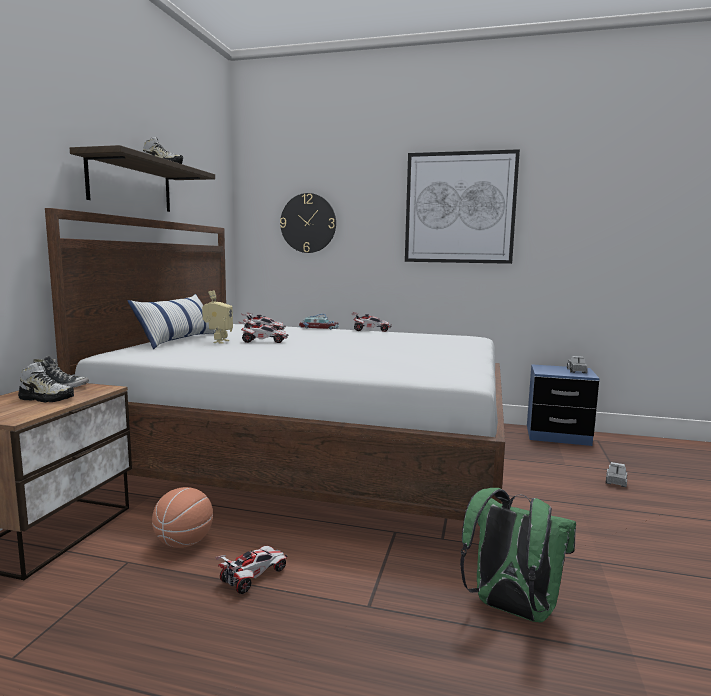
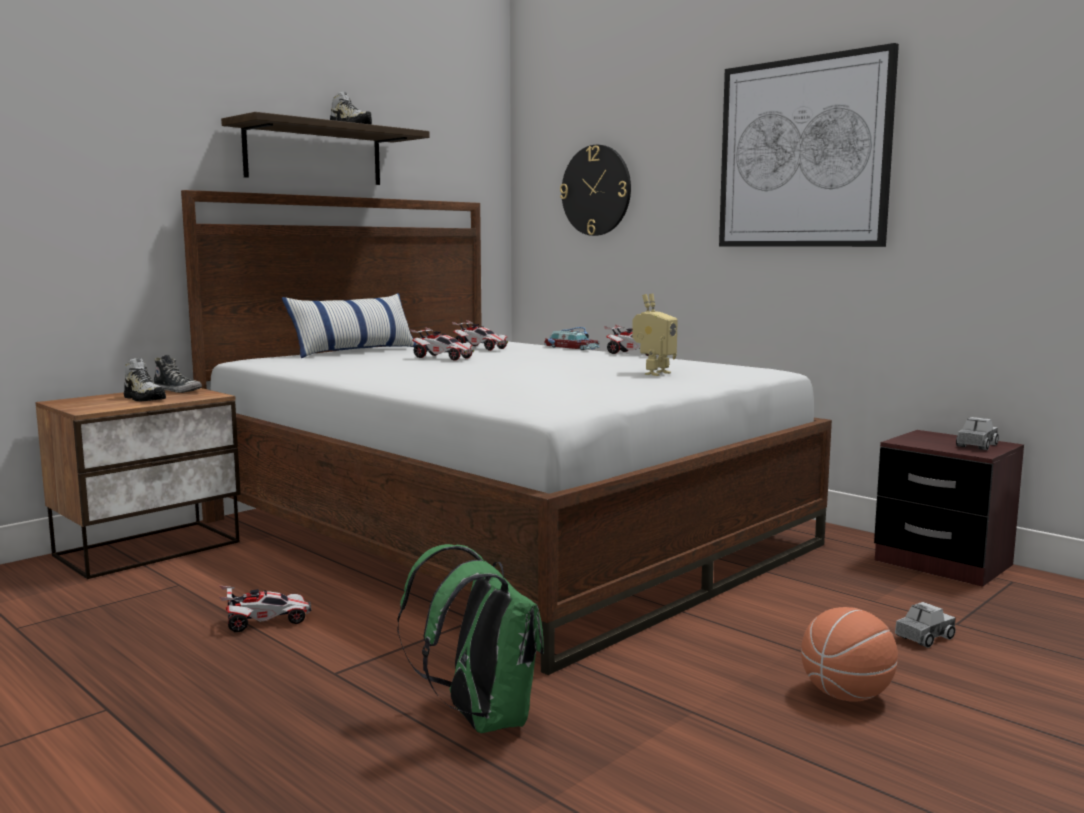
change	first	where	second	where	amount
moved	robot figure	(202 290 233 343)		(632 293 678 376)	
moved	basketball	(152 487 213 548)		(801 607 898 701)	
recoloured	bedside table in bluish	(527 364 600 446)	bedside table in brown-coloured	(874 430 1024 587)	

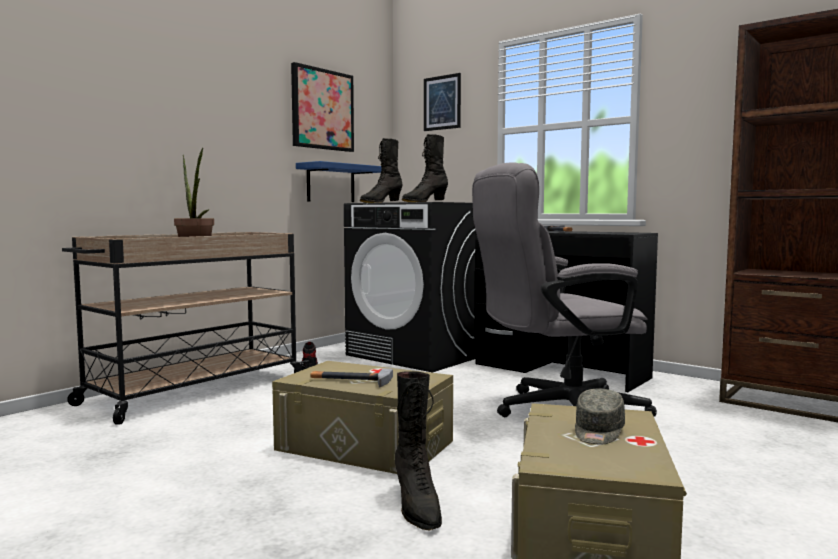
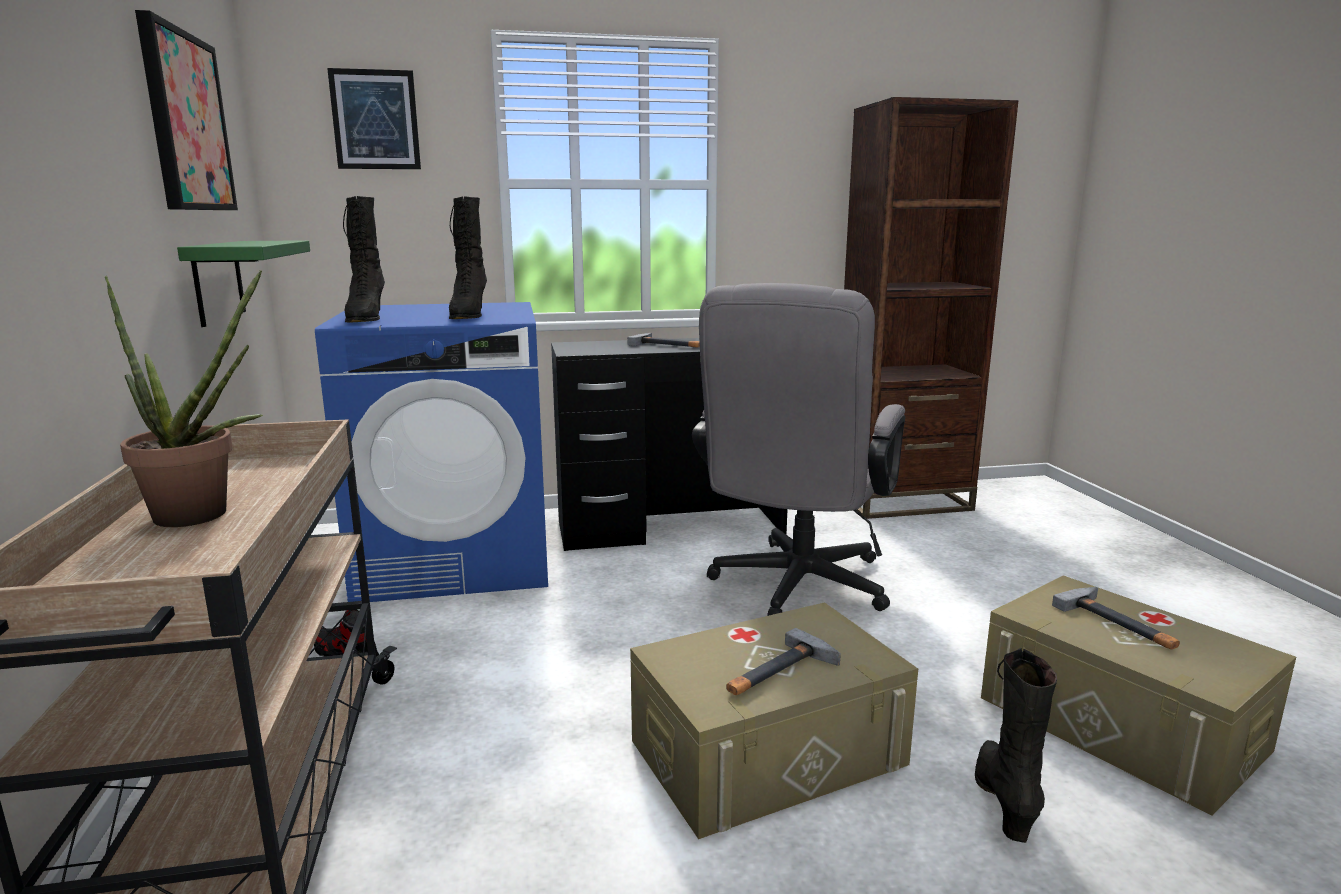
change	first	where	second	where	amount
recoloured	wall shelf in bluish	(296 161 382 202)	wall shelf in greenish	(177 240 310 327)	
recoloured	washing machine in black-coloured	(344 202 476 373)	washing machine in bluish	(315 302 548 602)	
turned	high-top boot in black-coloured	(395 371 442 530)		(975 648 1057 843)	105 degrees counterclockwise
replaced	baseball cap in grey	(575 389 625 444)	hand hammer	(1052 587 1180 649)	

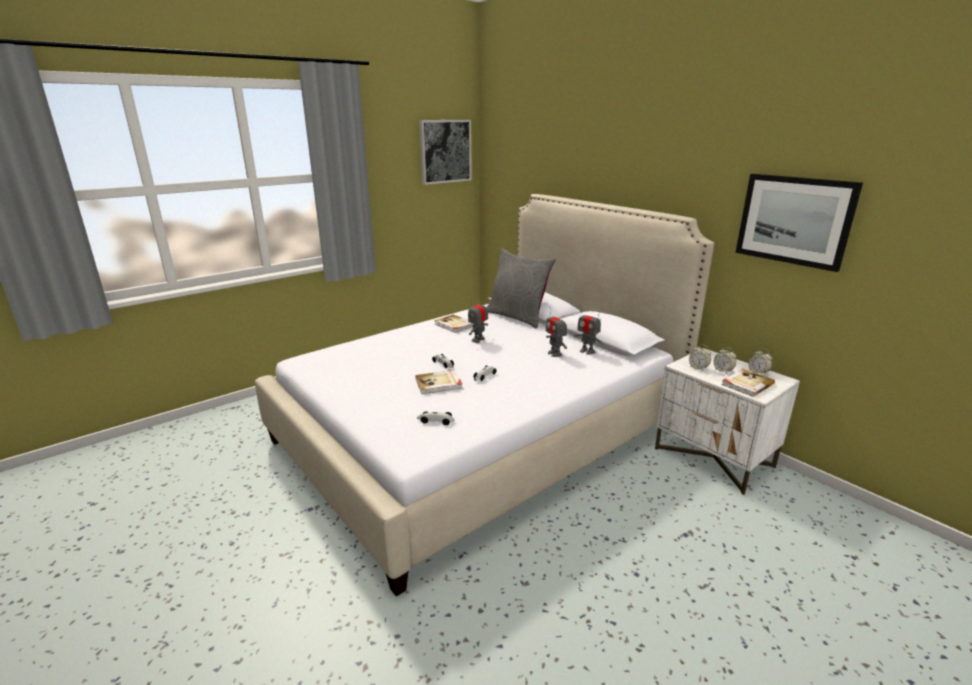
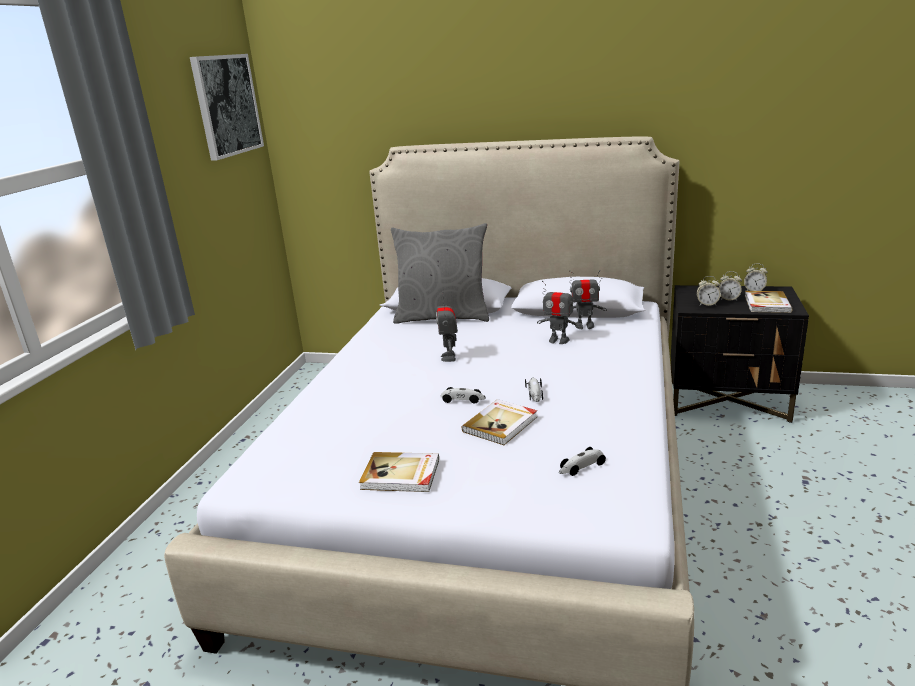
change	first	where	second	where	amount
moved	book	(434 314 474 333)		(359 452 439 492)	
recoloured	bedside table in white-coloured	(655 348 800 495)	bedside table in black-coloured	(671 285 809 423)	
removed	wall picture	(736 174 863 272)			

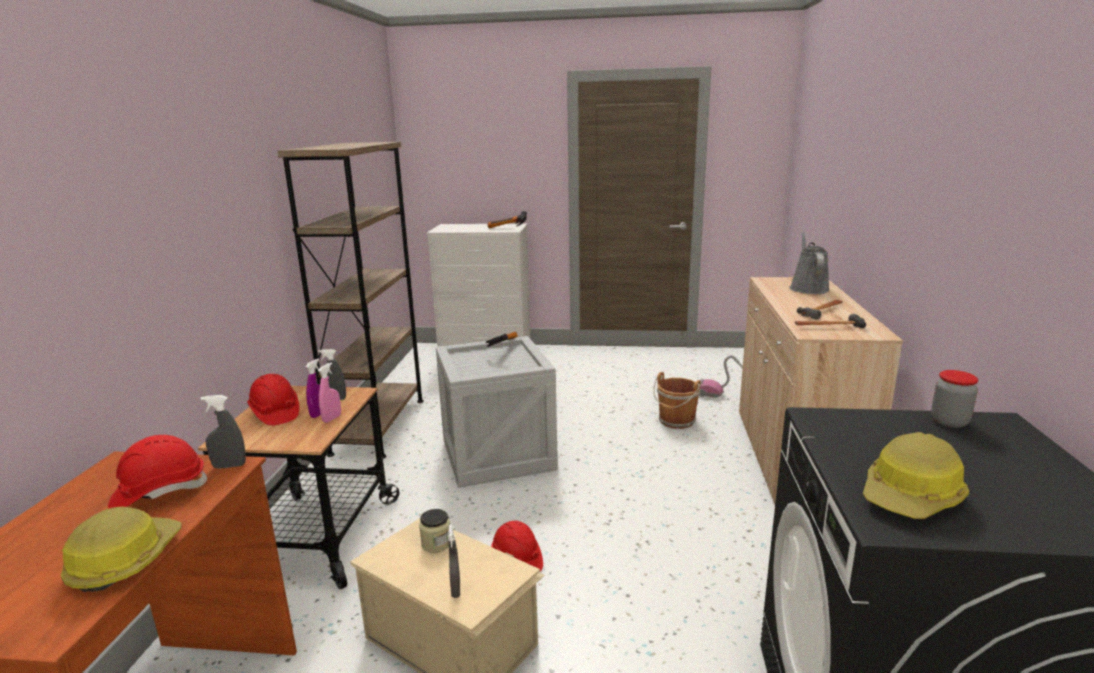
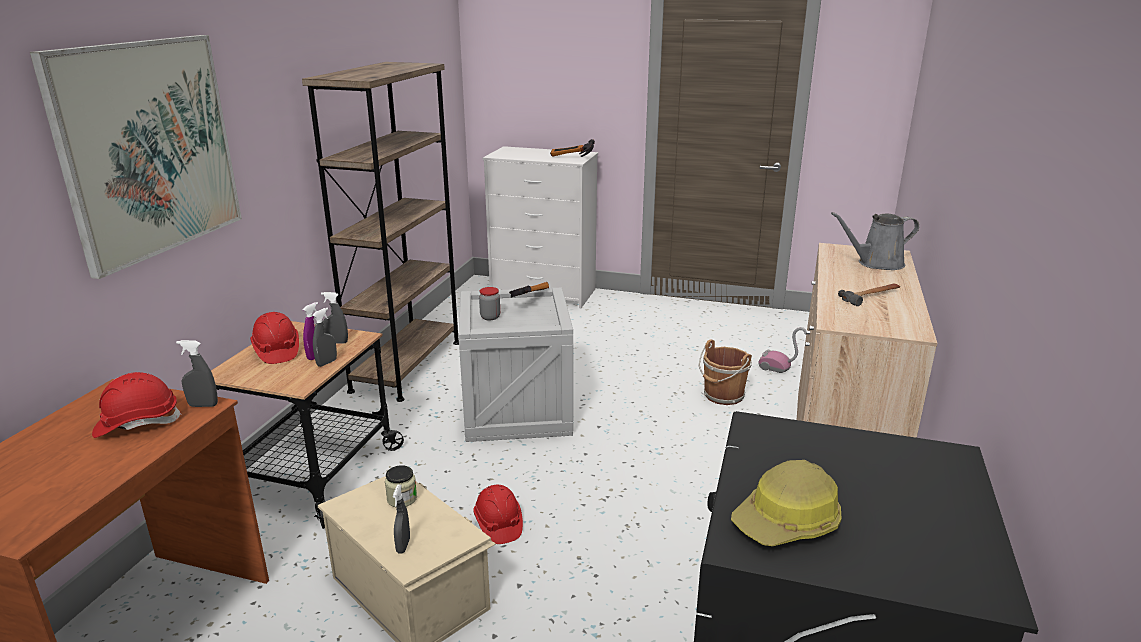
change	first	where	second	where	amount
added			wall picture	(30 35 242 279)	
recoloured	spray bottle in pinkish	(318 362 341 423)	spray bottle in grey	(312 308 337 367)	
moved	preserve jar	(931 370 978 428)		(479 287 500 321)	
turned	sprinkling can in grey	(789 232 830 294)		(831 212 919 270)	120 degrees counterclockwise
removed	work helmet	(61 506 181 592)			
removed	hand hammer	(795 314 866 328)			

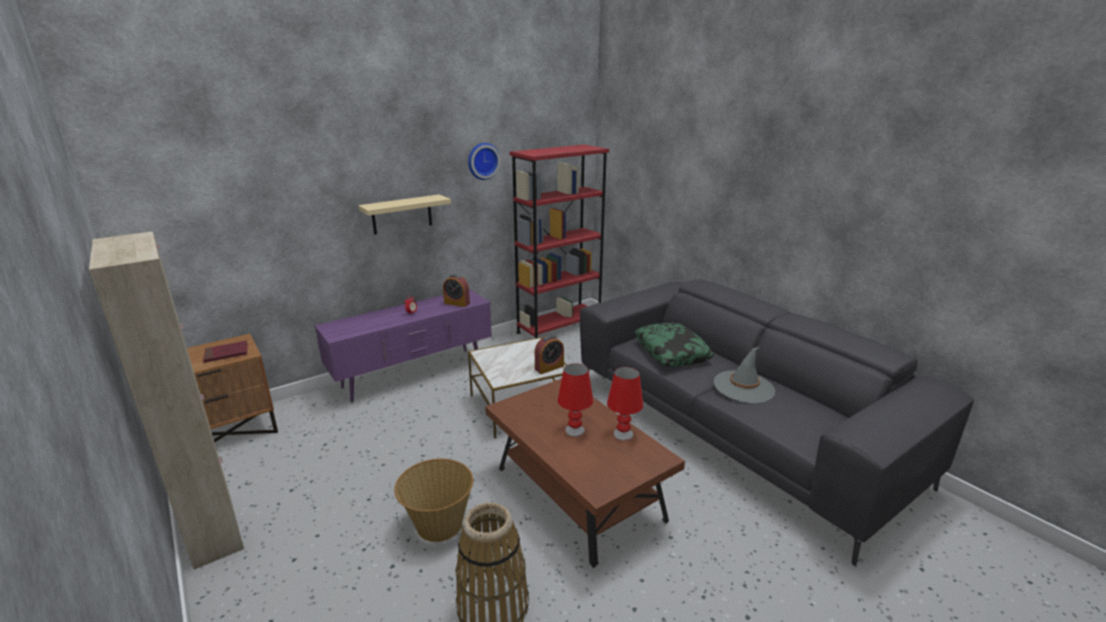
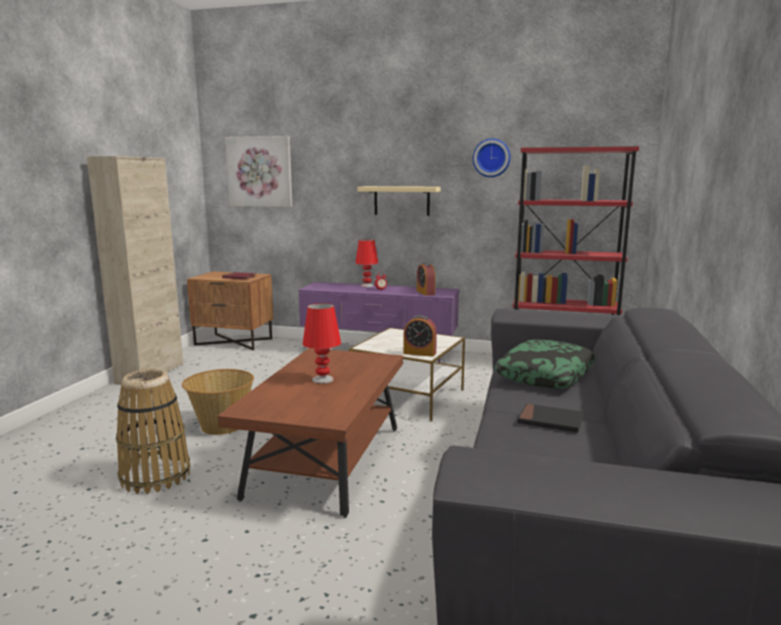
change	first	where	second	where	amount
added			wall picture	(225 136 292 207)	
moved	table lamp in red	(607 367 643 441)		(355 239 378 287)	
replaced	hat in grey	(714 347 775 403)	book in black-coloured	(518 404 584 433)	

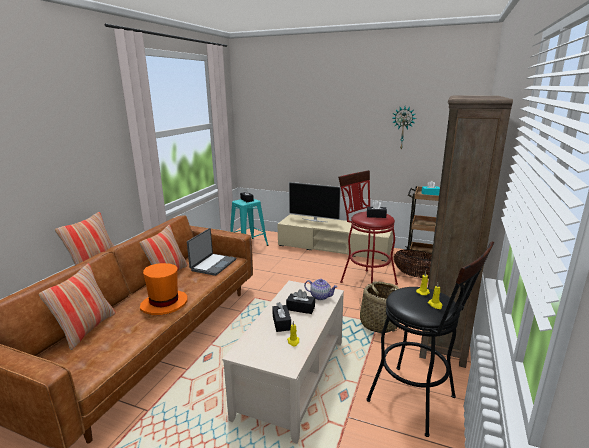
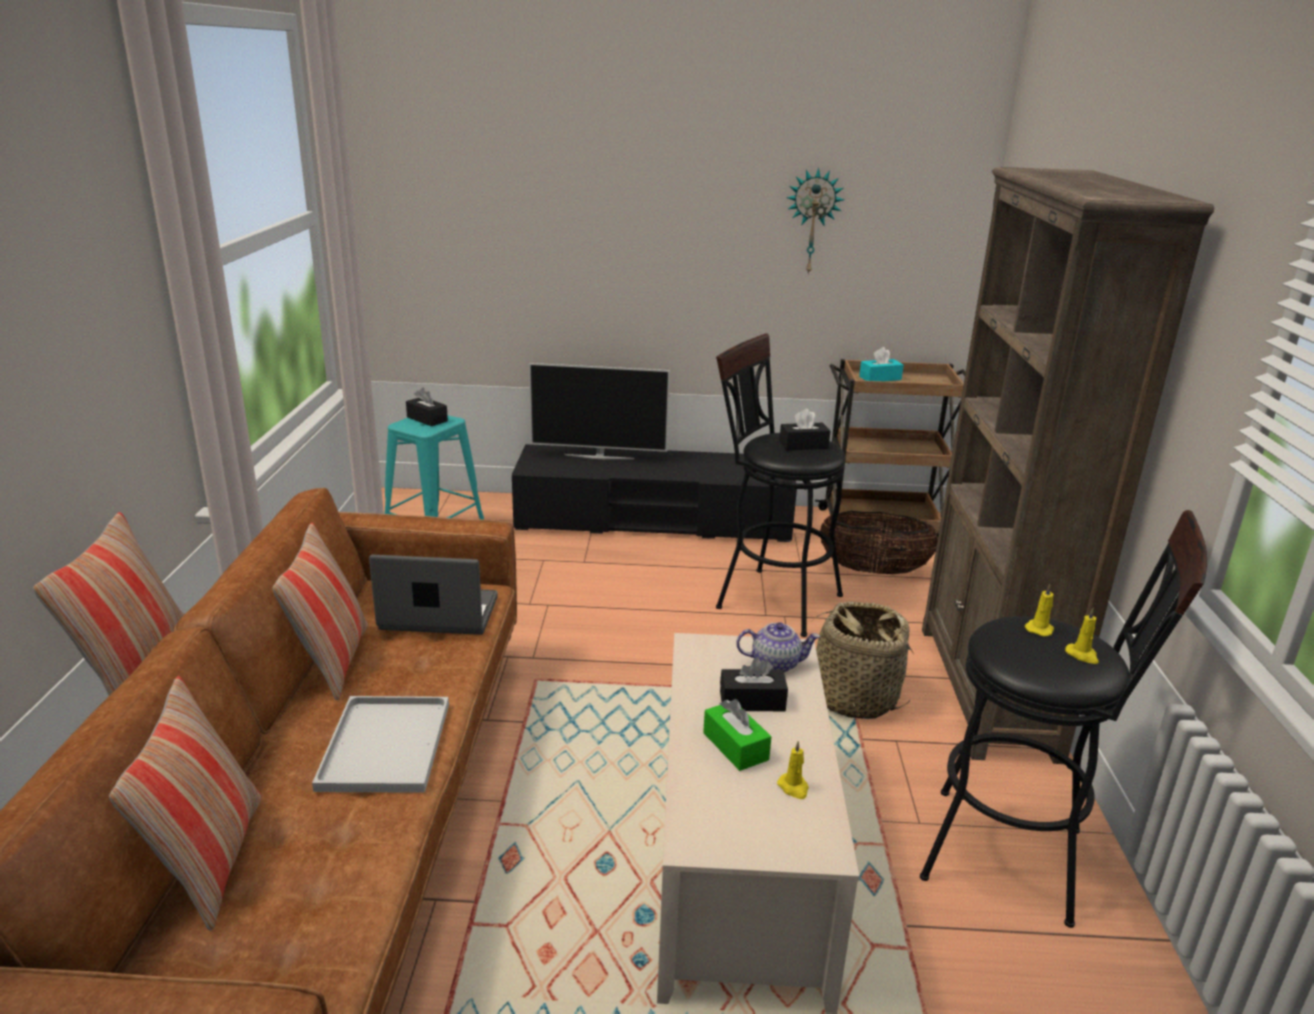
change	first	where	second	where	amount
replaced	hat in orange-coloured	(140 263 188 315)	serving tray in white-coloured	(312 696 449 793)	
turned	notebook computer	(187 228 236 276)		(369 555 498 635)	90 degrees counterclockwise
recoloured	tv unit in sand-coloured	(277 214 393 262)	tv unit in black-coloured	(512 444 797 542)	
recoloured	tissue holder in black-coloured	(272 302 291 332)	tissue holder in greenish	(703 699 772 771)	
recoloured	stool seat in red	(338 170 398 285)	stool seat in black-coloured	(716 333 846 637)	

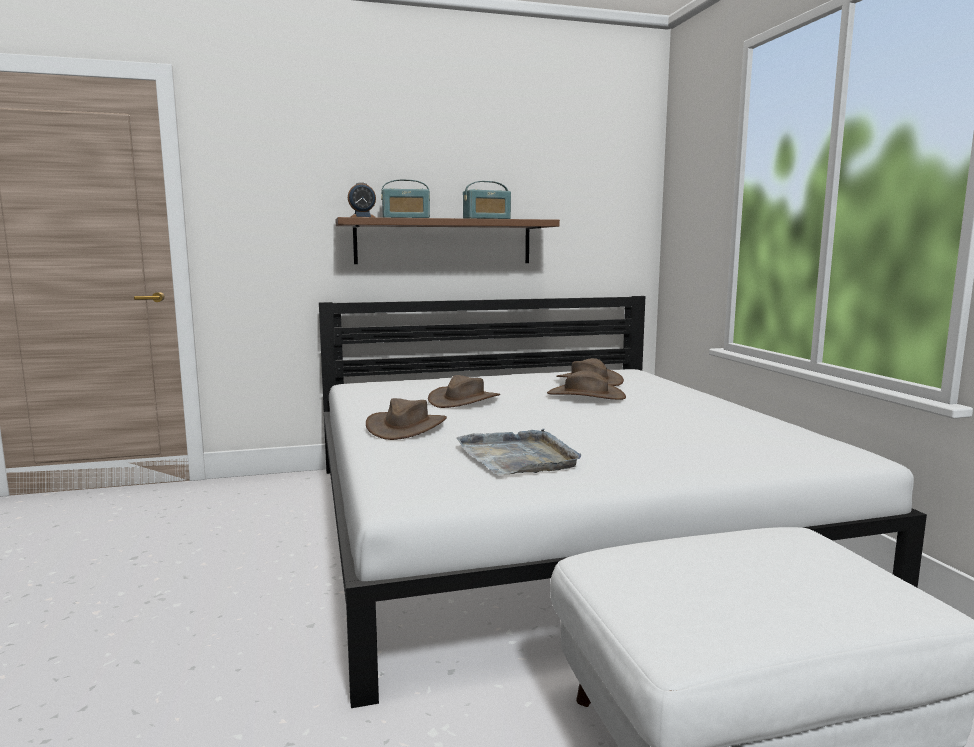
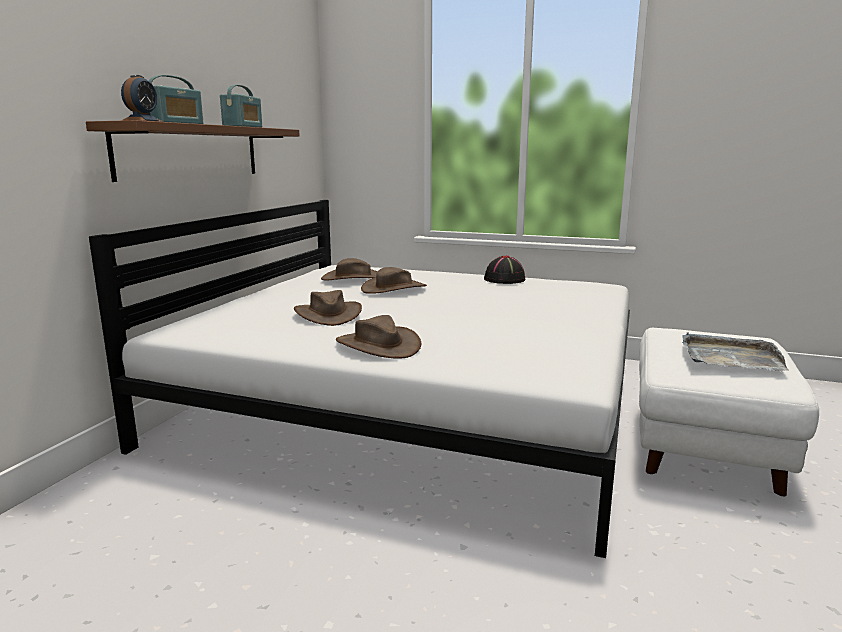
change	first	where	second	where	amount
added			hat in black-coloured	(484 255 525 284)	
moved	serving tray in grey	(456 429 581 475)		(682 332 789 371)	

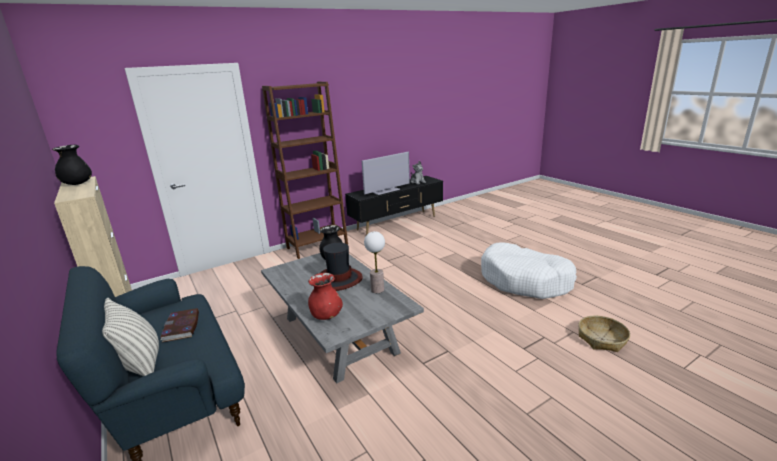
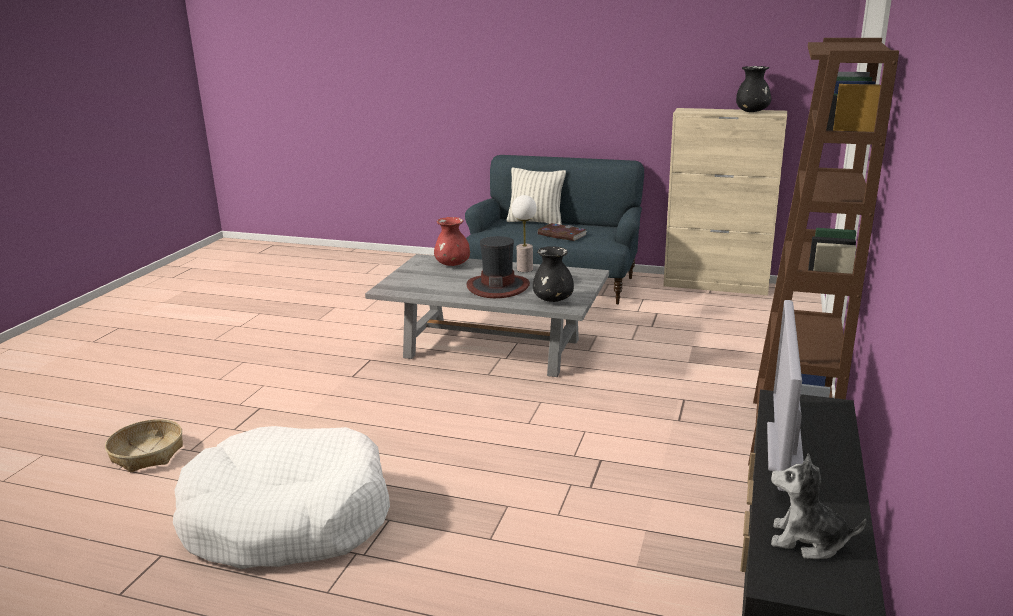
change	first	where	second	where	amount
moved	table lamp	(364 231 385 293)		(512 195 537 272)	

